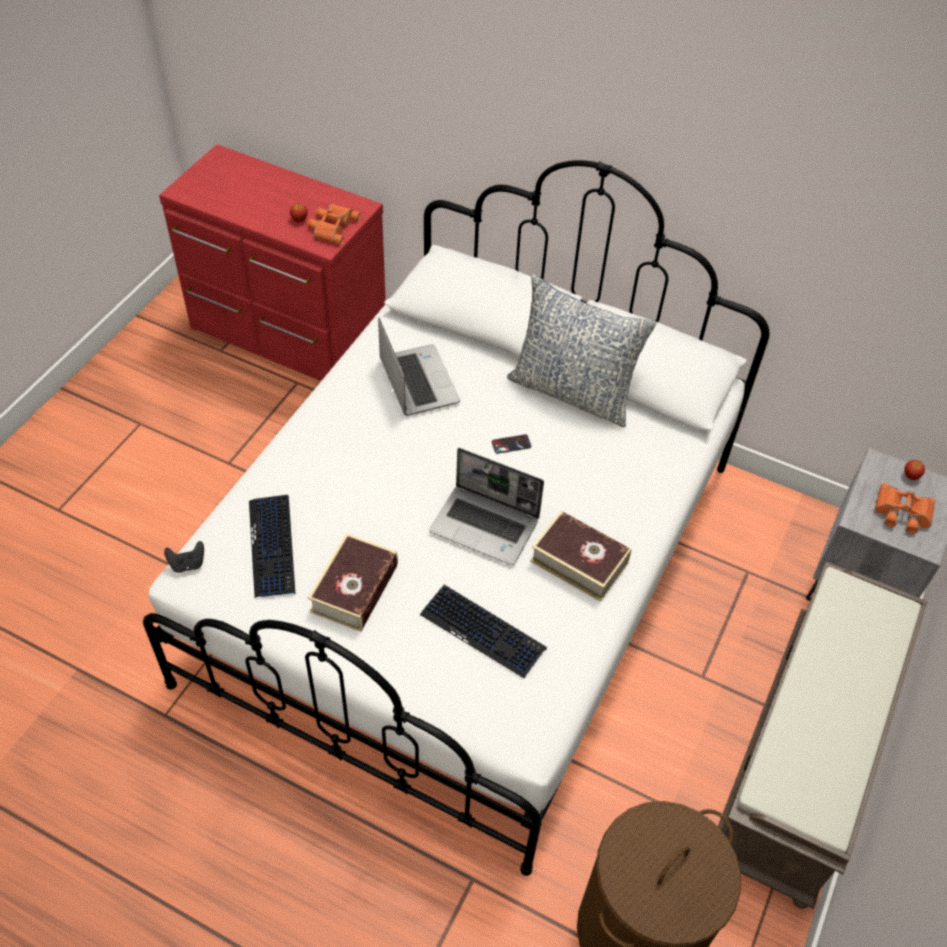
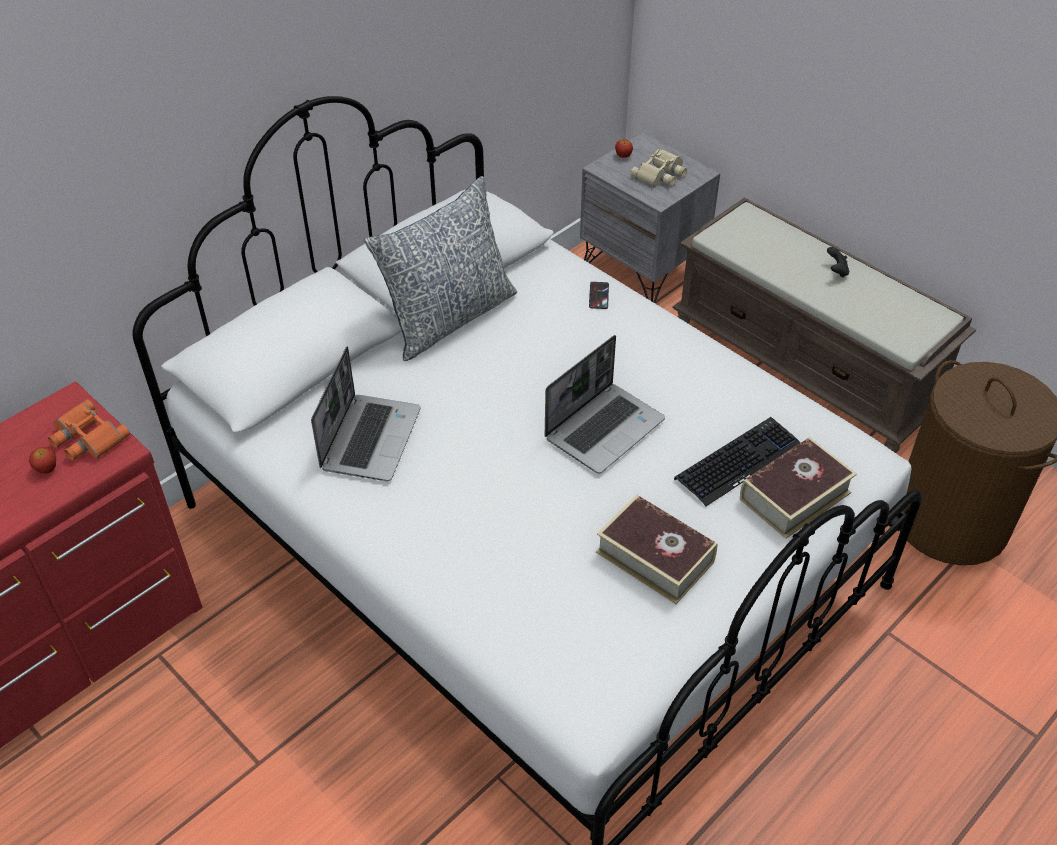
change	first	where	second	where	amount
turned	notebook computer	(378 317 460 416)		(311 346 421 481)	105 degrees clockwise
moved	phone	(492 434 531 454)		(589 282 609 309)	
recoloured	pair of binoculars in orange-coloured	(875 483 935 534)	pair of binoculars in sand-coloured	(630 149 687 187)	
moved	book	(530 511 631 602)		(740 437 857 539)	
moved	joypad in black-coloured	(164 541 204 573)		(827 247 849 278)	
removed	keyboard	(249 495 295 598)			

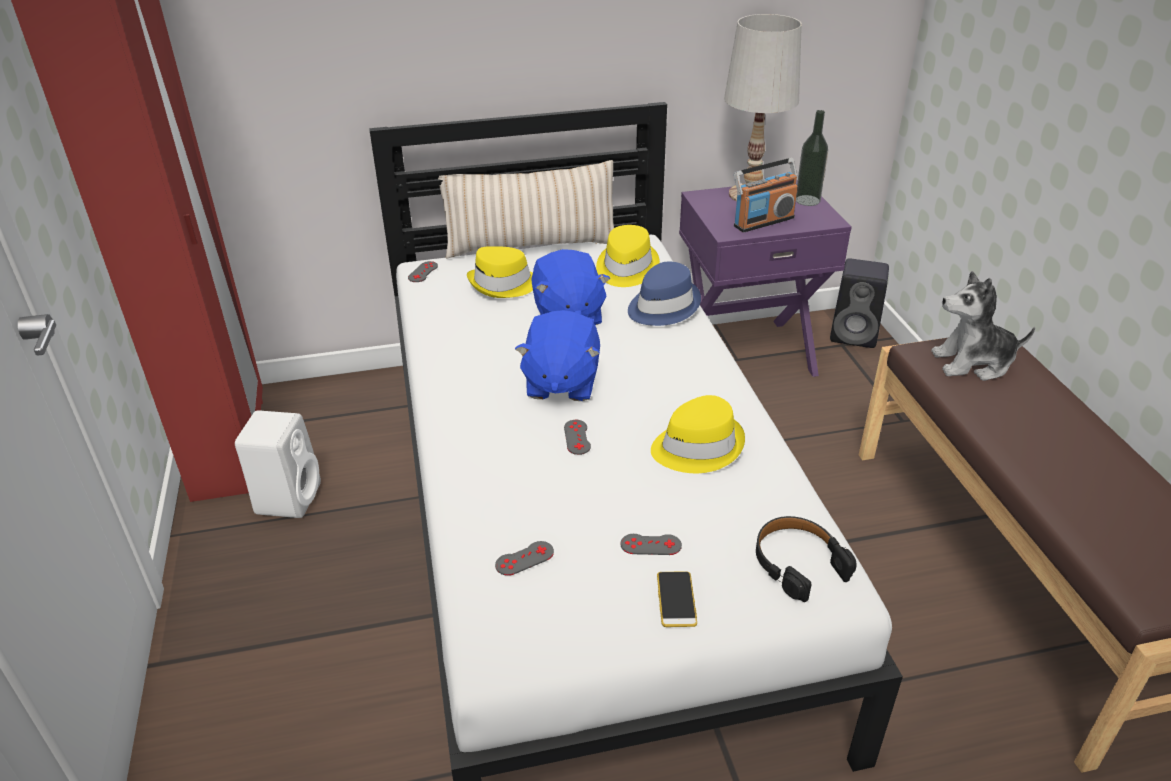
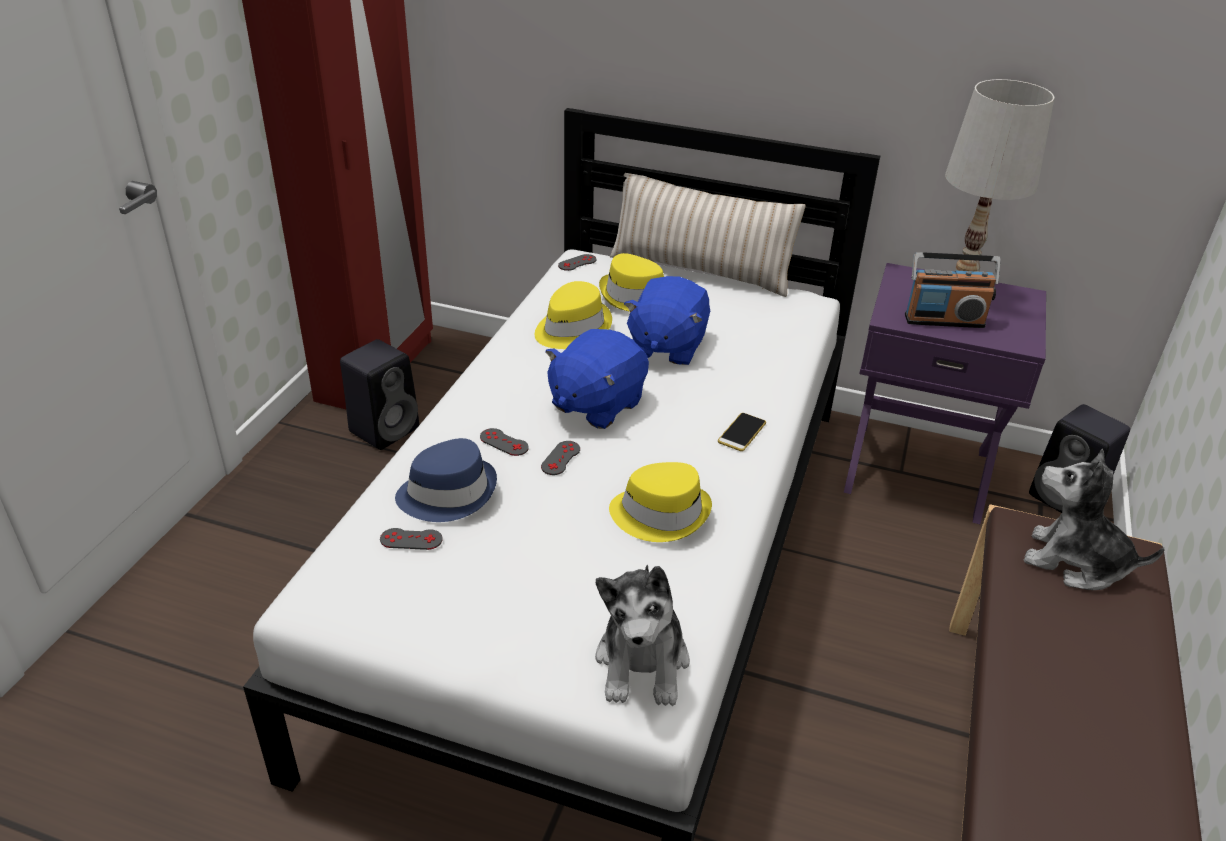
change	first	where	second	where	amount
recoloured	speaker in white-coloured	(235 411 321 518)	speaker in black-coloured	(340 339 419 450)	
moved	hat in bluish	(628 262 701 326)		(395 438 497 522)	
moved	joypad in grey	(621 534 682 555)		(480 428 529 456)	
moved	hat in yellow-coloured	(596 225 660 287)		(535 281 612 349)	
replaced	pair of headphones in black-coloured	(756 516 857 602)	soft toy	(595 565 690 706)	
moved	phone	(657 571 697 627)		(718 413 766 451)	
removed	beverage bottle	(796 110 828 206)			

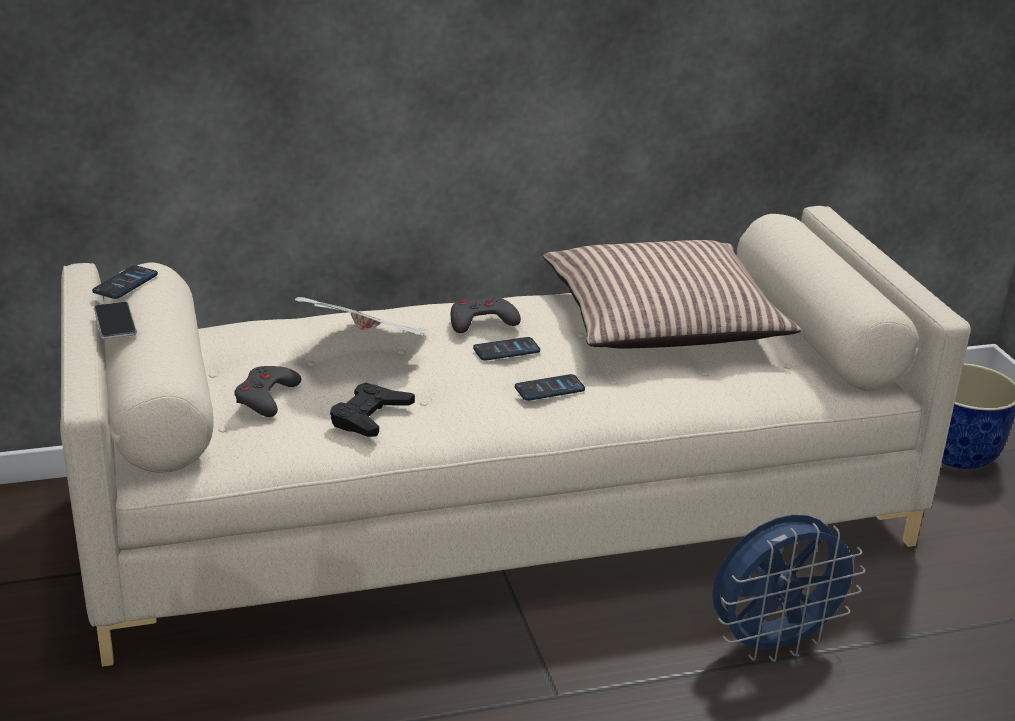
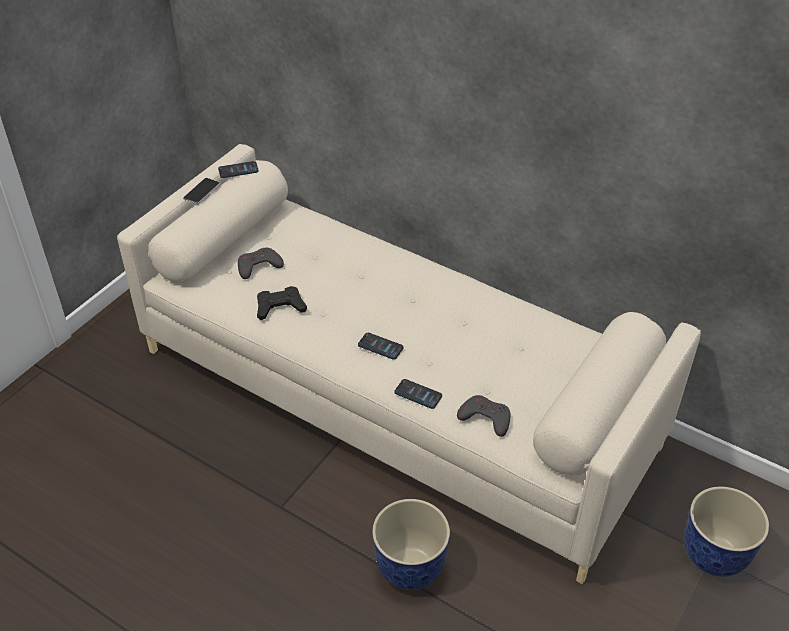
change	first	where	second	where	amount
replaced	electric fan in bluish	(712 515 866 662)	plant pot	(372 499 450 590)	
moved	phone	(473 337 540 361)		(395 379 442 409)	
moved	joypad in grey	(451 297 521 333)		(457 395 510 437)	
removed	printed paper	(295 297 427 336)			
removed	pillow	(543 240 801 349)			

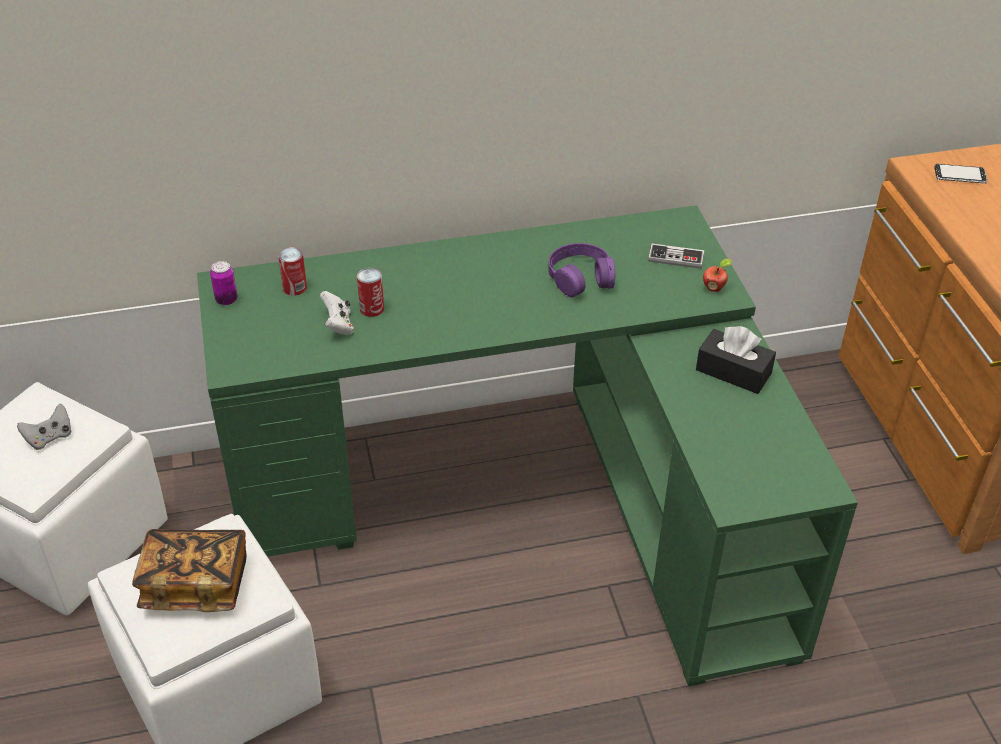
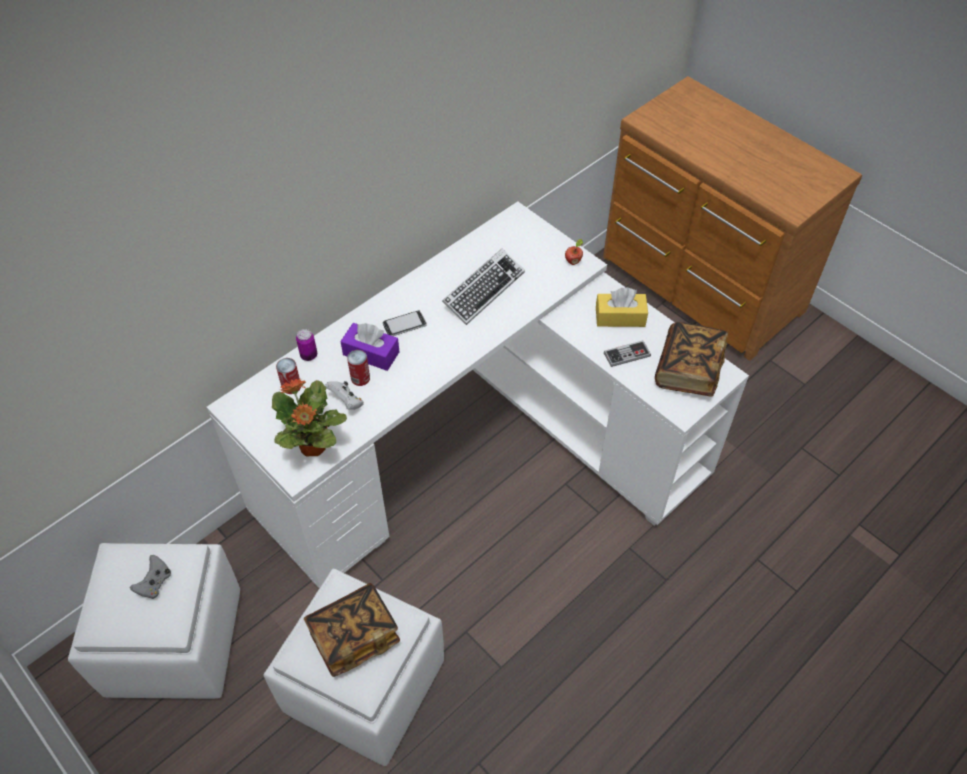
change	first	where	second	where	amount
recoloured	desk in greenish	(197 205 858 686)	desk in white-coloured	(207 201 749 588)	
added			houseplant	(272 379 347 456)	
moved	can	(210 261 238 305)		(296 329 317 361)	
added			tissue holder in purple	(340 323 400 371)	
moved	phone	(934 164 987 184)		(383 311 427 336)	
replaced	pair of headphones in purple	(548 243 615 298)	keyboard	(442 249 525 325)	
recoloured	tissue holder in black-coloured	(696 326 776 394)	tissue holder in yellow-coloured	(596 287 648 327)	
moved	joypad	(648 243 705 269)		(604 340 651 367)	
added			book	(655 322 728 396)	

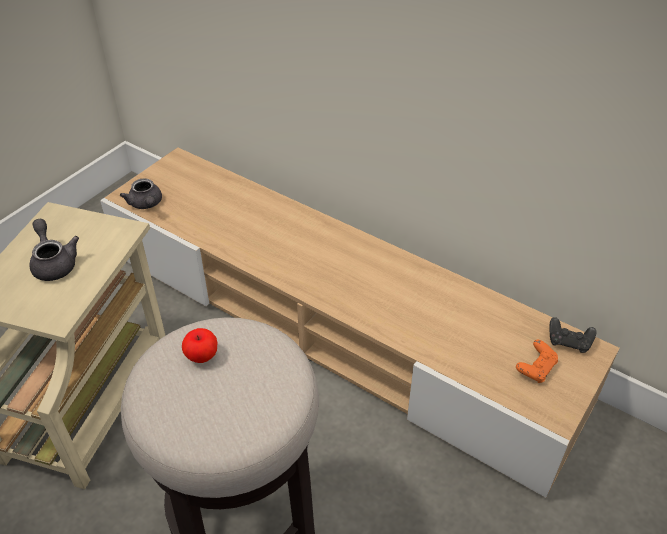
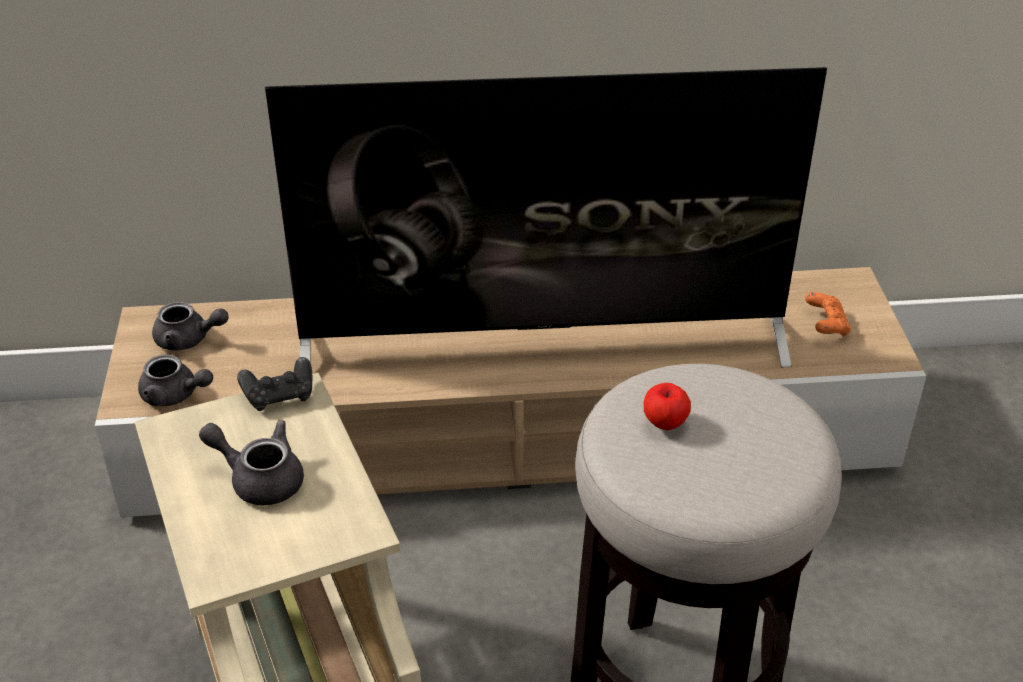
change	first	where	second	where	amount
added			teapot in grey	(152 302 229 351)	
moved	joypad in black-coloured	(549 317 597 353)		(237 357 312 411)	
added			television	(265 67 827 367)	

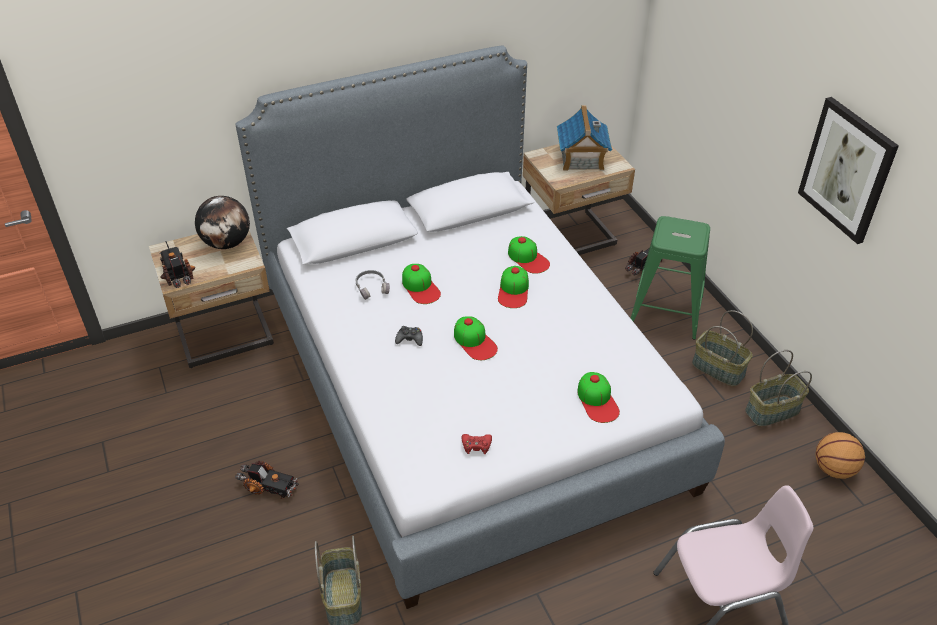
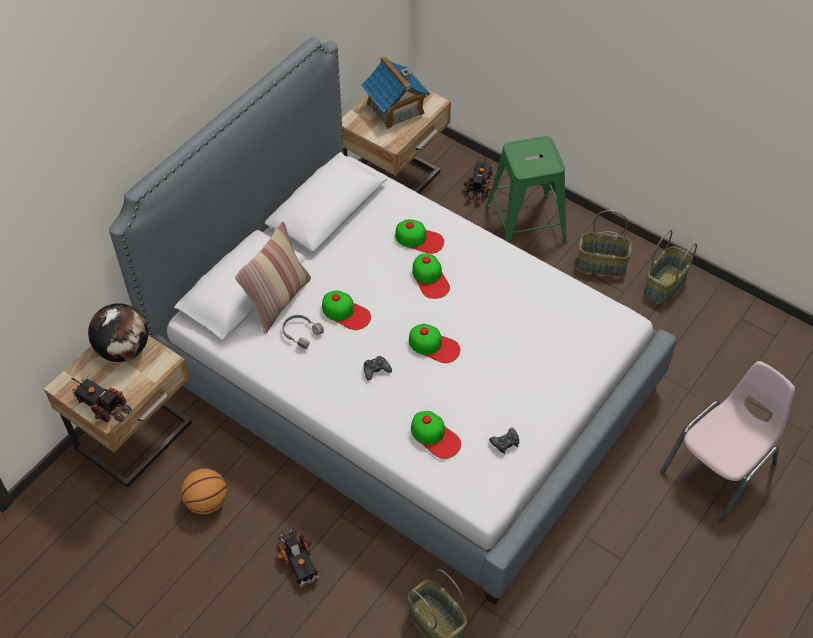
change	first	where	second	where	amount
moved	basketball	(815 432 865 479)		(181 468 227 515)	
added			pillow	(235 221 311 334)	
turned	toy lorry	(235 461 299 499)		(277 528 320 588)	75 degrees clockwise
moved	baseball cap	(577 372 620 423)		(411 411 461 459)	
recoloured	joypad in red	(462 434 492 454)	joypad in black-coloured	(489 428 519 454)	
removed	wall picture	(798 97 899 244)			

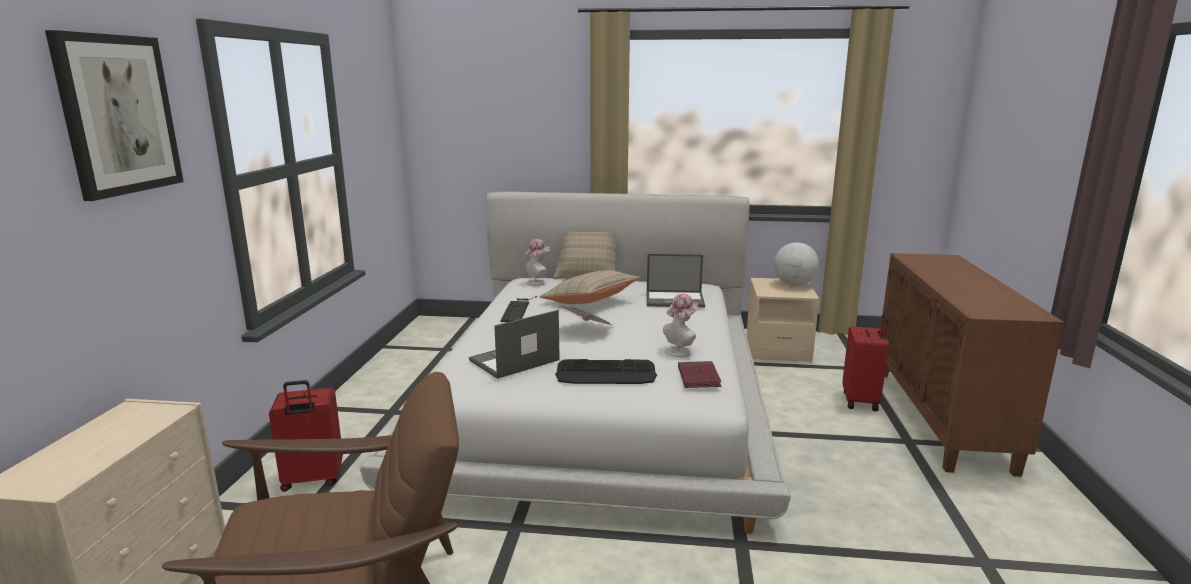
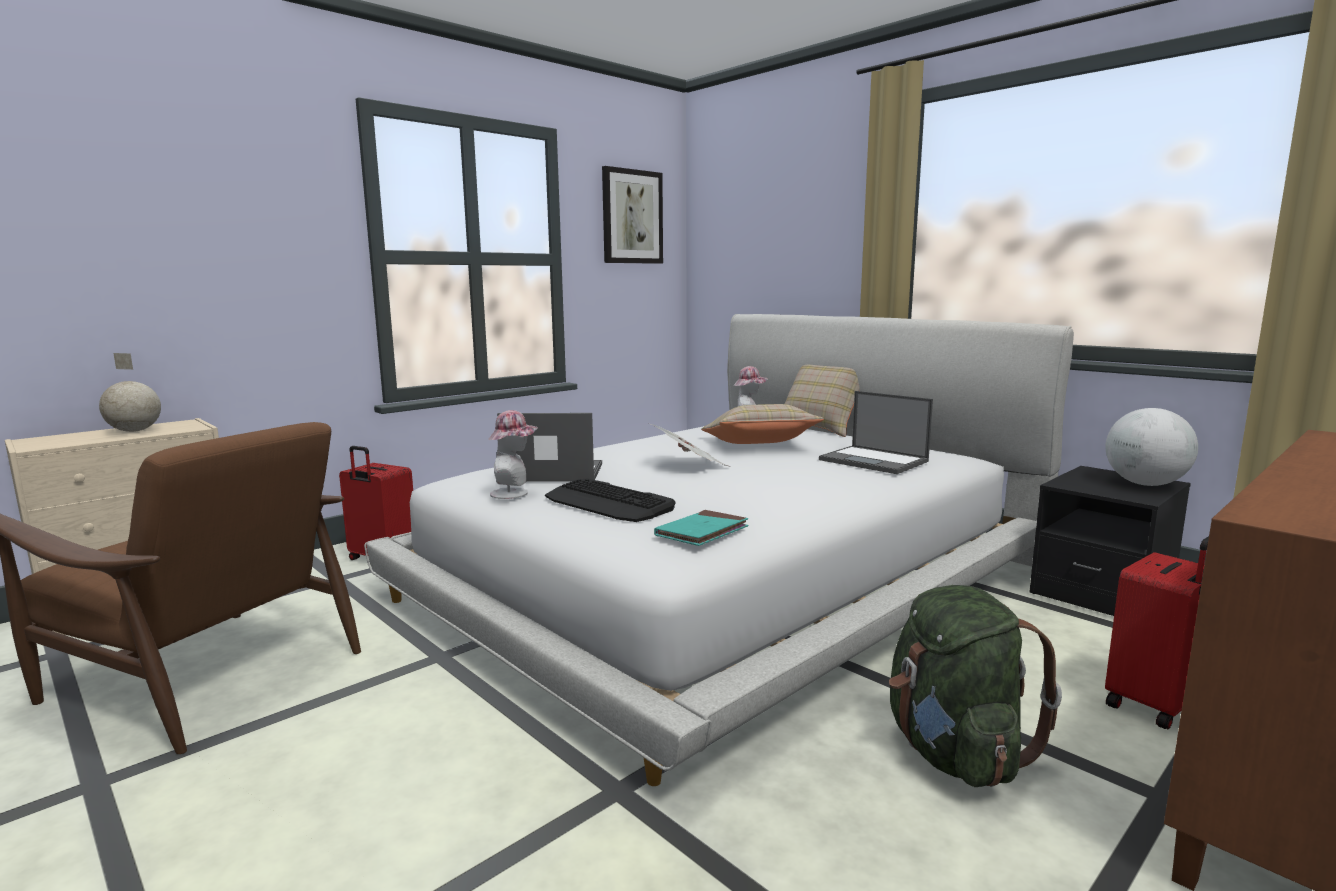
change	first	where	second	where	amount
added			globe	(99 353 161 432)	
moved	hat	(663 294 699 357)		(488 410 538 499)	
moved	wall picture	(45 30 184 201)		(602 166 663 264)	
recoloured	book in red	(678 361 722 388)	book in blue-green	(654 510 748 546)	
added			backpack in greenish	(889 585 1062 787)	
recoloured	bedside table in sand-coloured	(747 278 819 362)	bedside table in black-coloured	(1029 466 1191 616)	
removed	keyboard	(500 296 537 322)			

